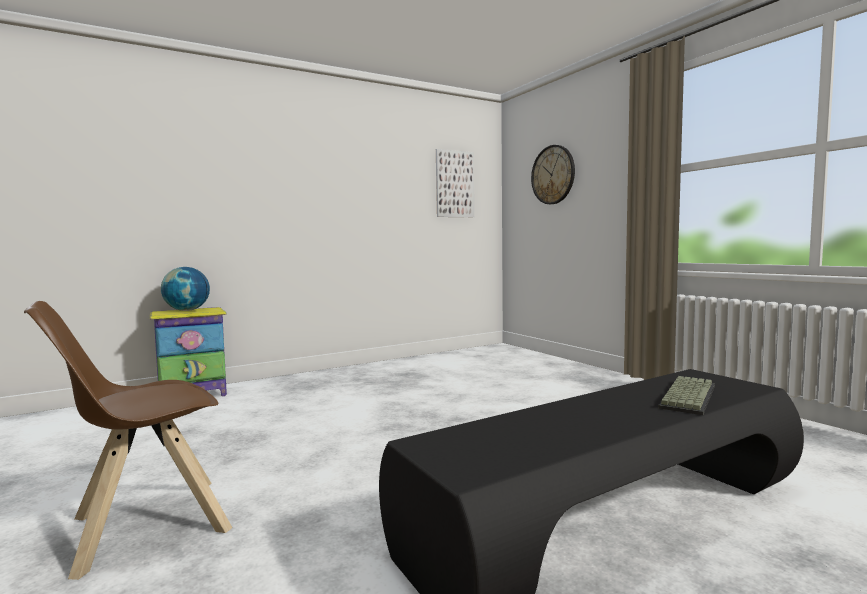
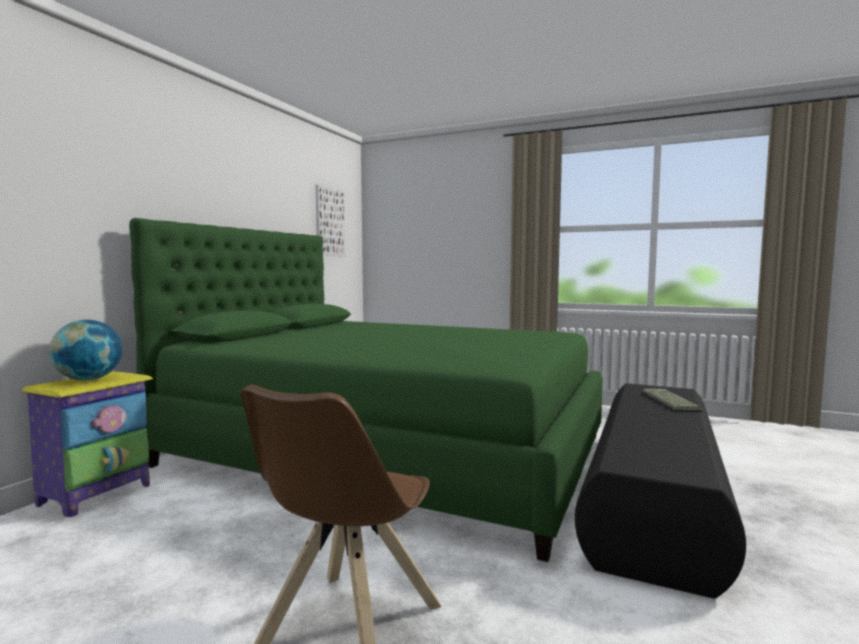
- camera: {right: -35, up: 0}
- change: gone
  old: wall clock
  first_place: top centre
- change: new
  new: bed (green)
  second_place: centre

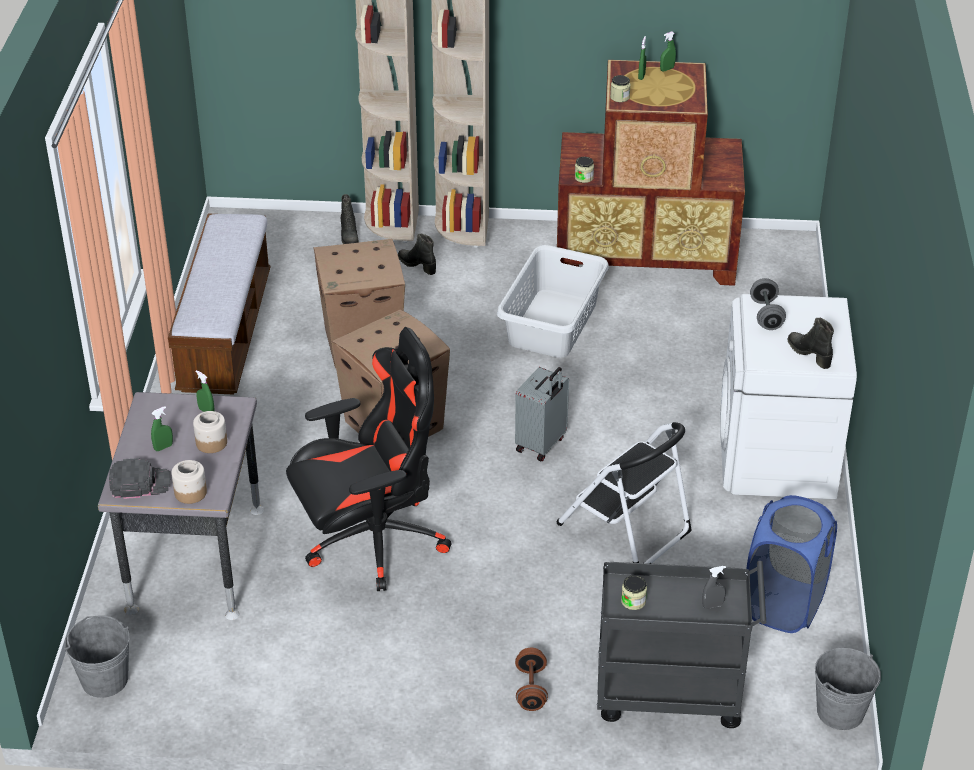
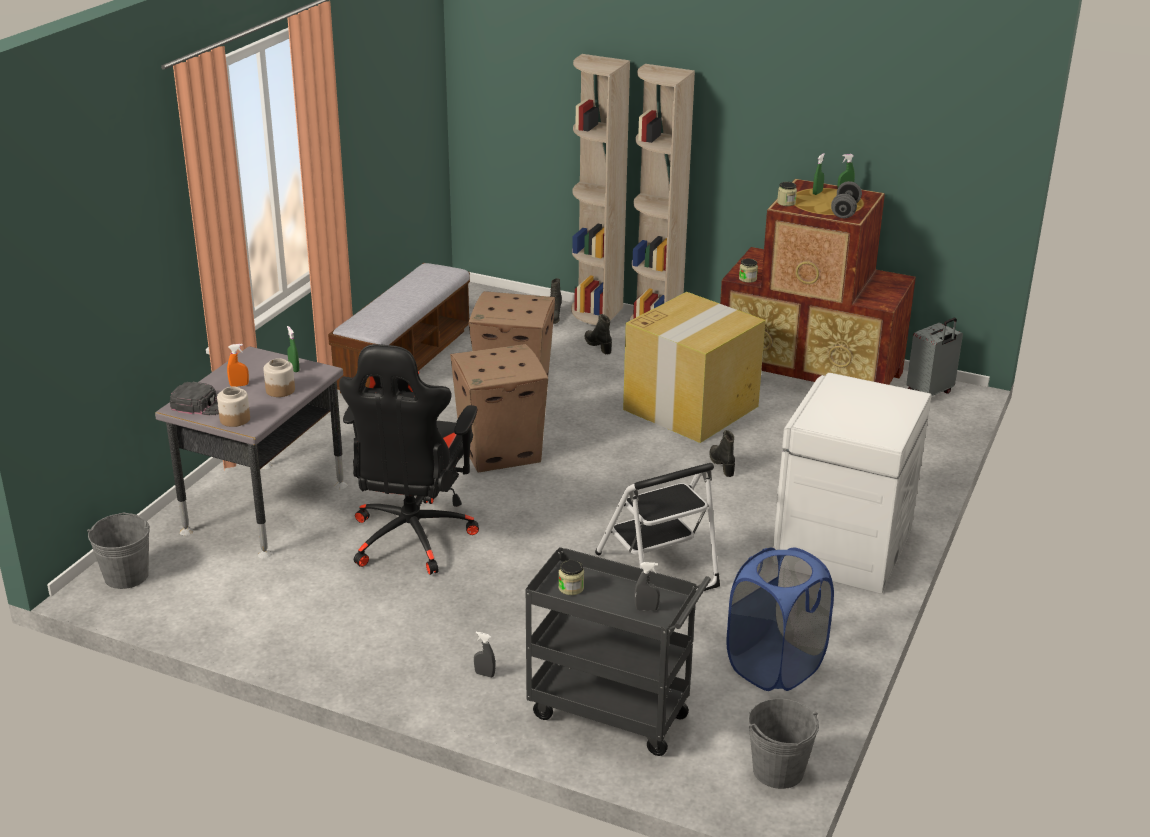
- camera: {right: 20, up: -10}
- change: swapped
  old: laundry basket (grey)
  new: cardboard box (no. 3 from left)
  first_place: centre
  second_place: centre
- change: shifted
  old: dumbbell (grey)
  first_place: middle right
  second_place: top right
- change: shifted
  old: boot (black) (no. 3 from left)
  first_place: middle right
  second_place: centre
- change: rotated
  old: office chair (black)
  first_place: centre
  second_place: centre
  degrees: 105
- change: shifted
  old: suitcase (grey)
  first_place: centre
  second_place: middle right
- change: repainted
  old: spray bottle (green) (no. 1 from left)
  new: spray bottle (orange)
  first_place: middle left
  second_place: middle left
- change: swapped
  old: dumbbell (brown)
  new: spray bottle (grey) (no. 1 from left)
  first_place: bottom centre
  second_place: bottom centre

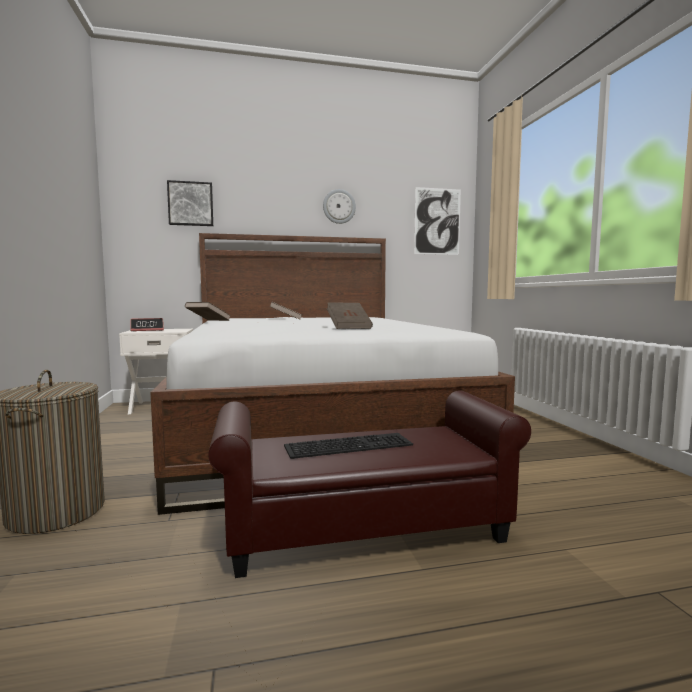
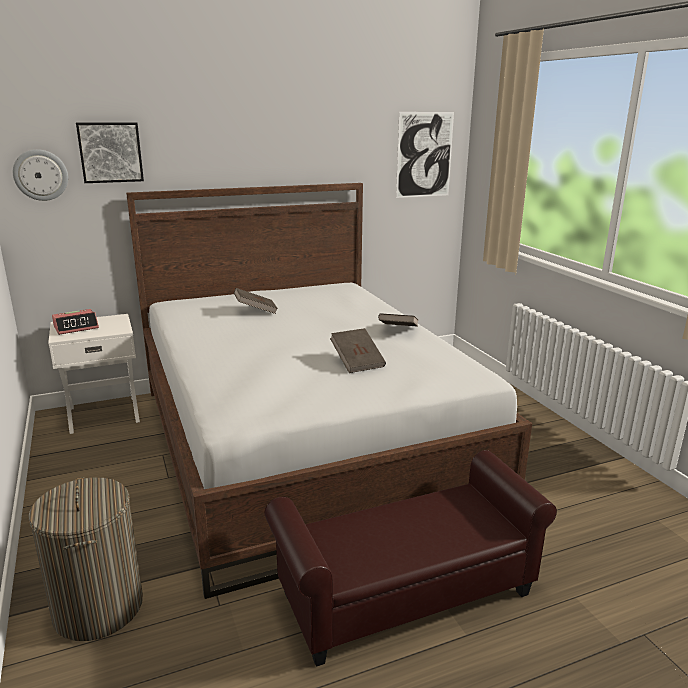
- camera: {right: -10, up: 15}
- change: shifted
  old: wall clock
  first_place: top centre
  second_place: top left
- change: shifted
  old: book (brown) (no. 1 from left in the first image)
  new: book (brown) (no. 3 from left)
  first_place: middle left
  second_place: centre
- change: gone
  old: keyboard
  first_place: centre

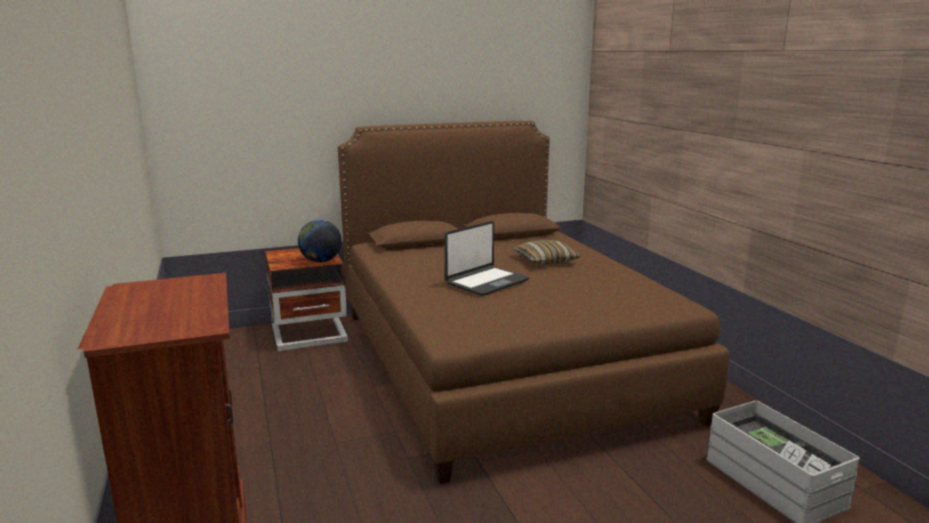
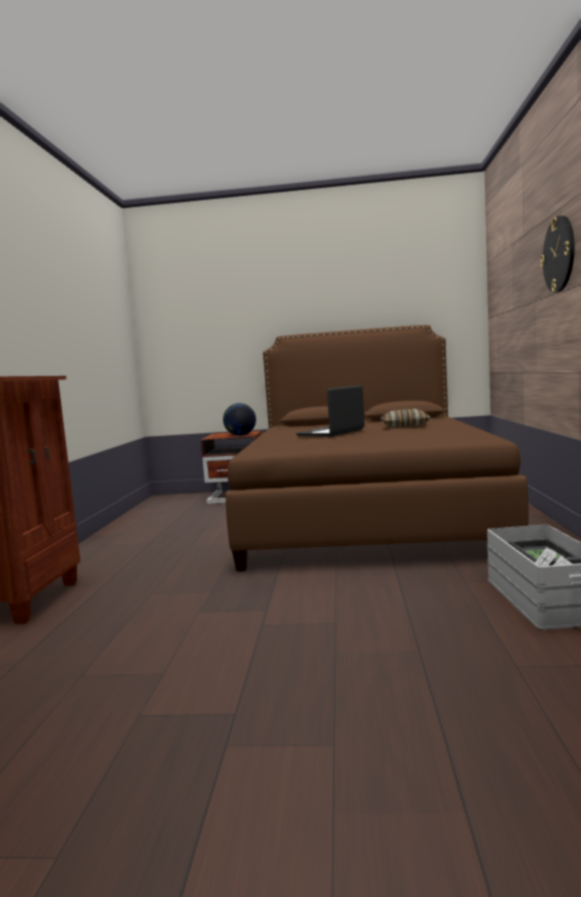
- camera: {right: 25, up: -10}
- change: rotated
  old: laptop
  first_place: centre
  second_place: centre
  degrees: 150
- change: new
  new: wall clock
  second_place: top right

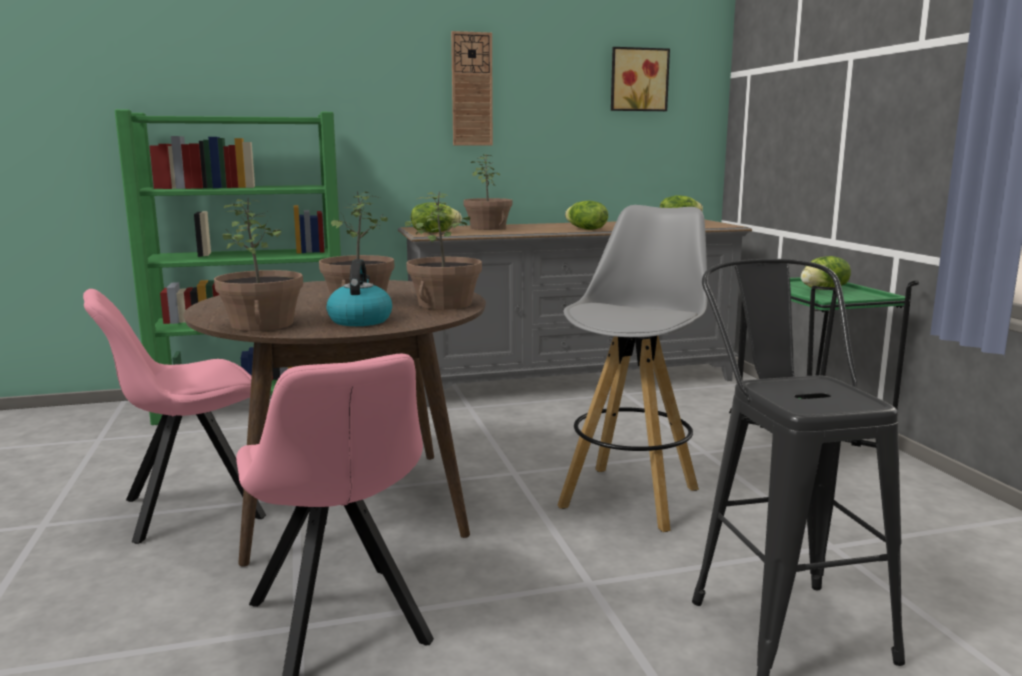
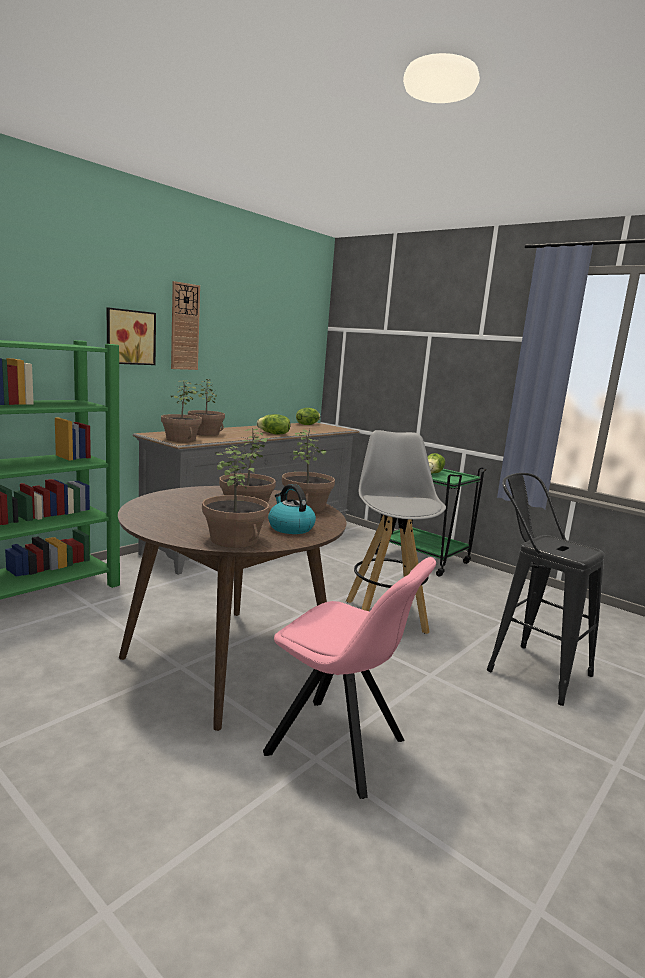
- camera: {right: -35, up: 0}
- change: shifted
  old: picture
  first_place: top centre
  second_place: middle left
- change: swapped
  old: lettuce (no. 1 from left)
  new: potted plant (no. 1 from left)
  first_place: top centre
  second_place: middle left
- change: gone
  old: chair (pink) (no. 1 from left)
  first_place: middle left

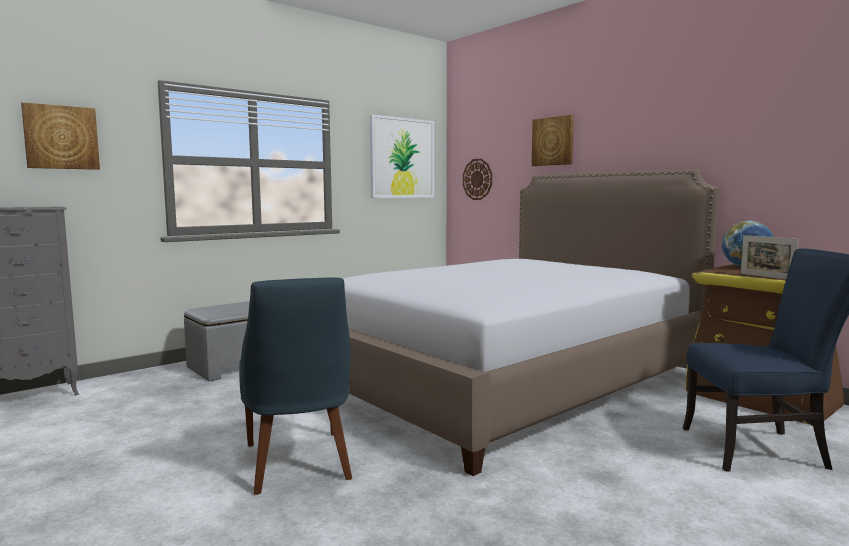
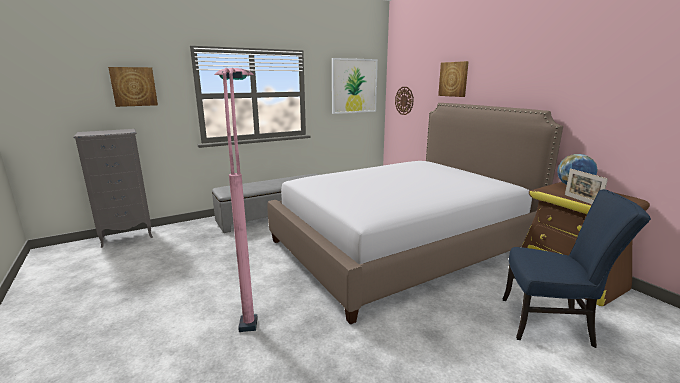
- camera: {right: 10, up: 10}
- change: swapped
  old: chair (blue) (no. 1 from left)
  new: floor lamp (pink)
  first_place: bottom centre
  second_place: centre

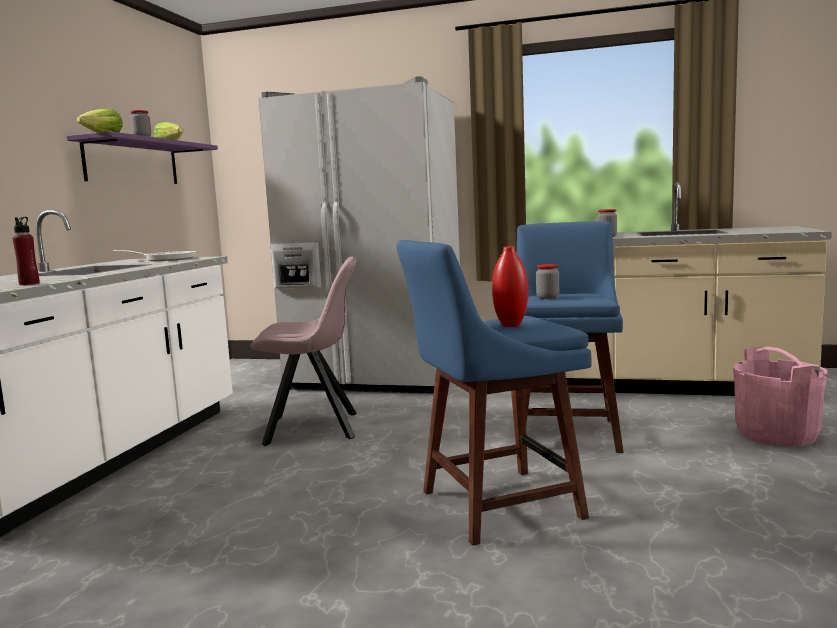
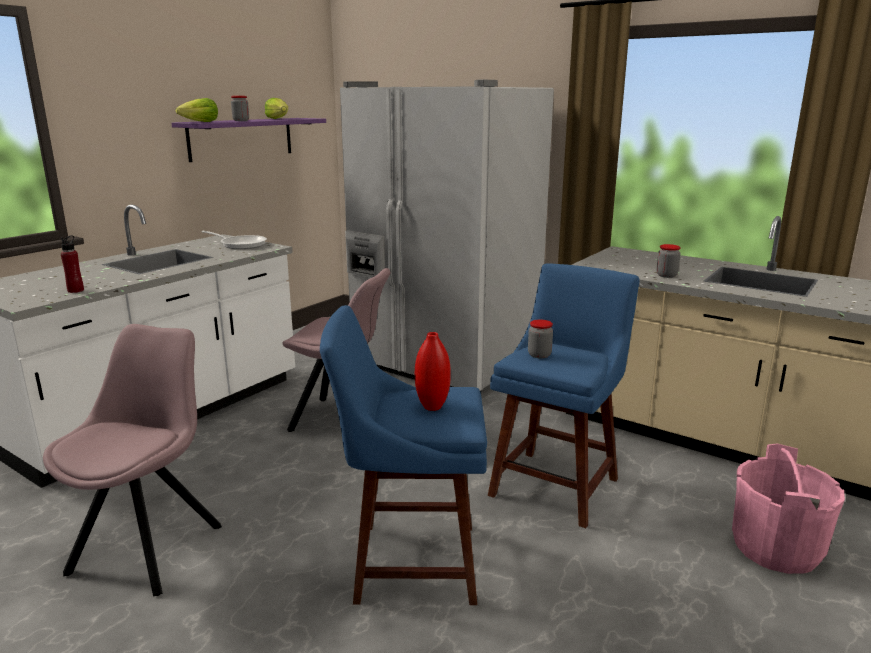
- camera: {right: 20, up: 10}
- change: new
  new: chair (pink) (no. 1 from left)
  second_place: bottom left

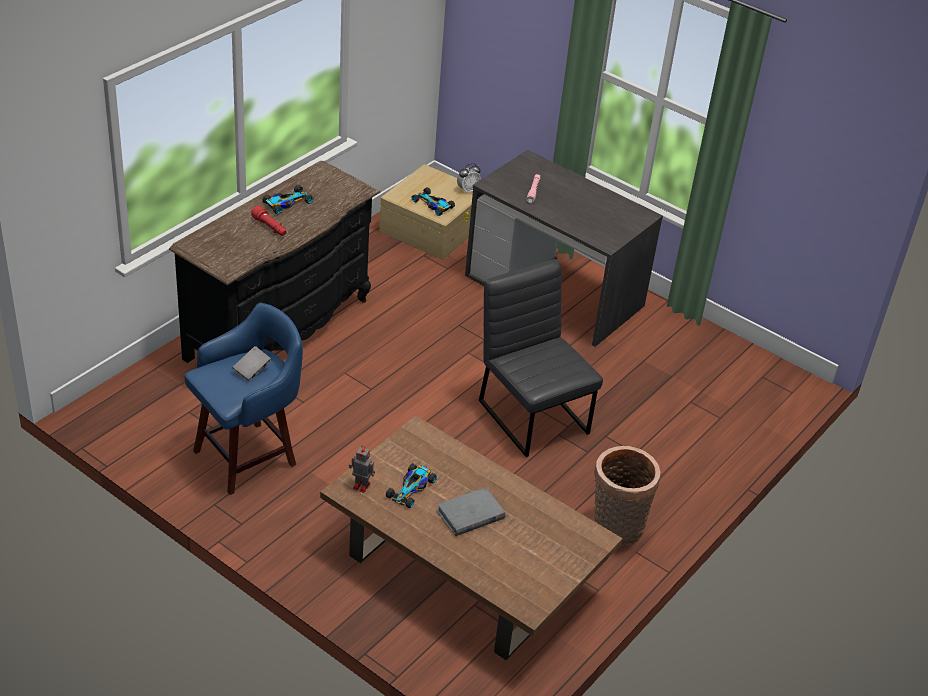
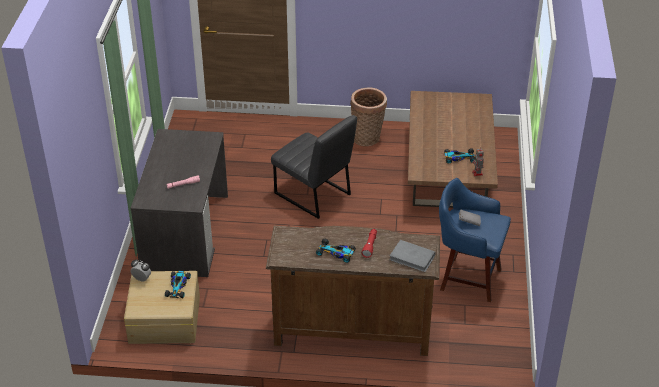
- camera: {right: -120, up: 0}
- change: rotated
  old: chair (grey)
  first_place: centre
  second_place: centre
  degrees: -75
- change: shifted
  old: book (grey) (no. 2 from left in the first image)
  new: book (grey) (no. 1 from left)
  first_place: bottom centre
  second_place: centre

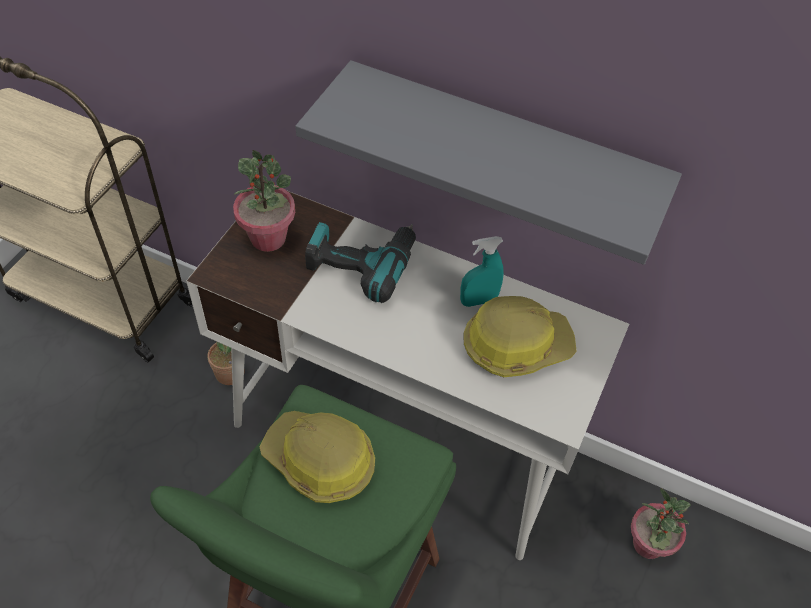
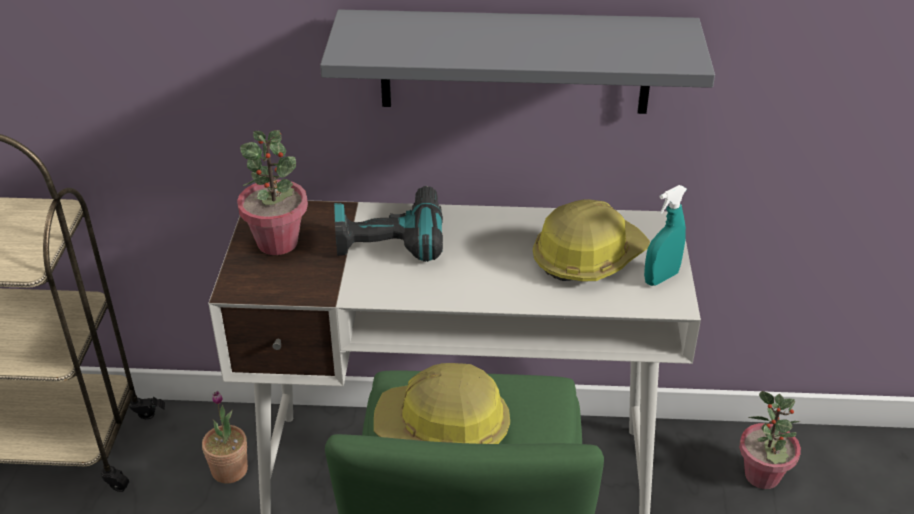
- camera: {right: -20, up: -15}
- change: shifted
  old: spray bottle (turquoise)
  first_place: centre
  second_place: middle right

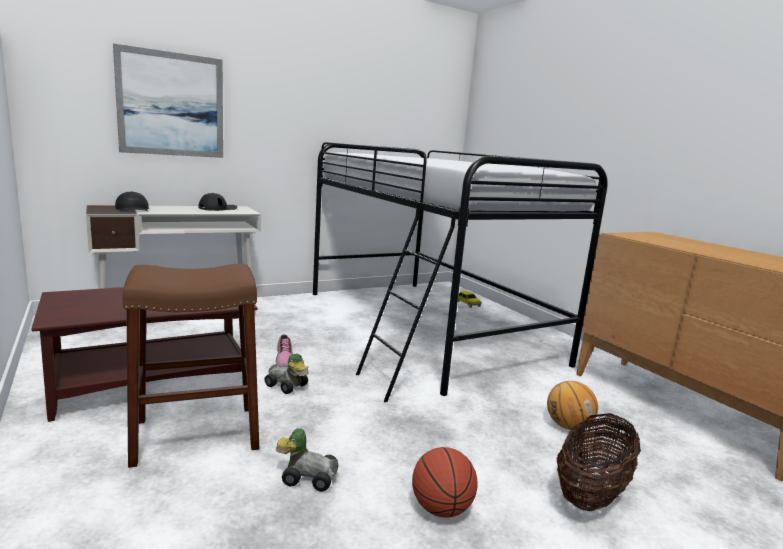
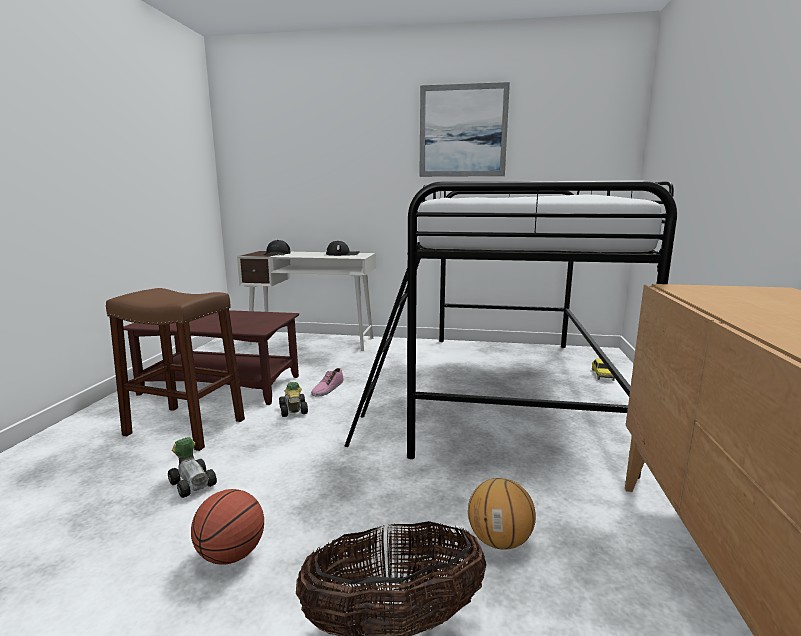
- camera: {right: 40, up: 0}
- change: shifted
  old: picture
  first_place: top left
  second_place: top centre

